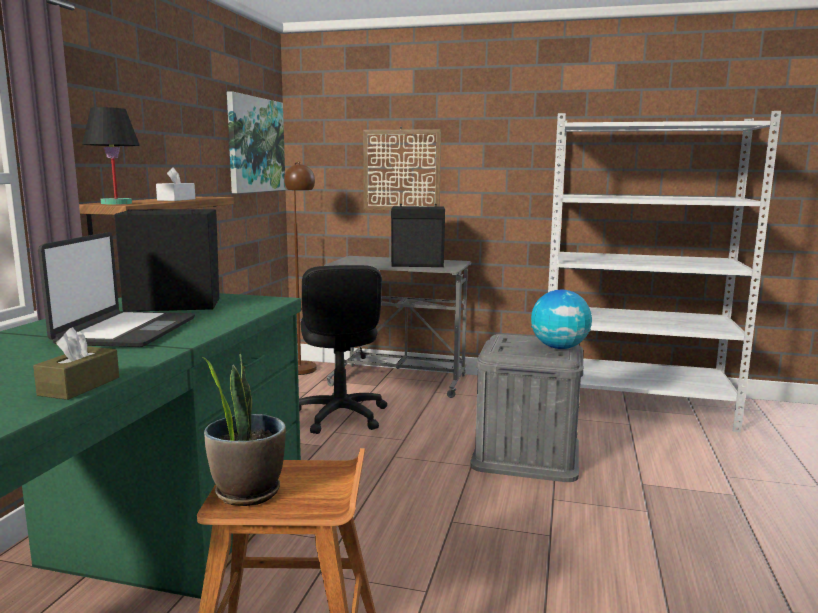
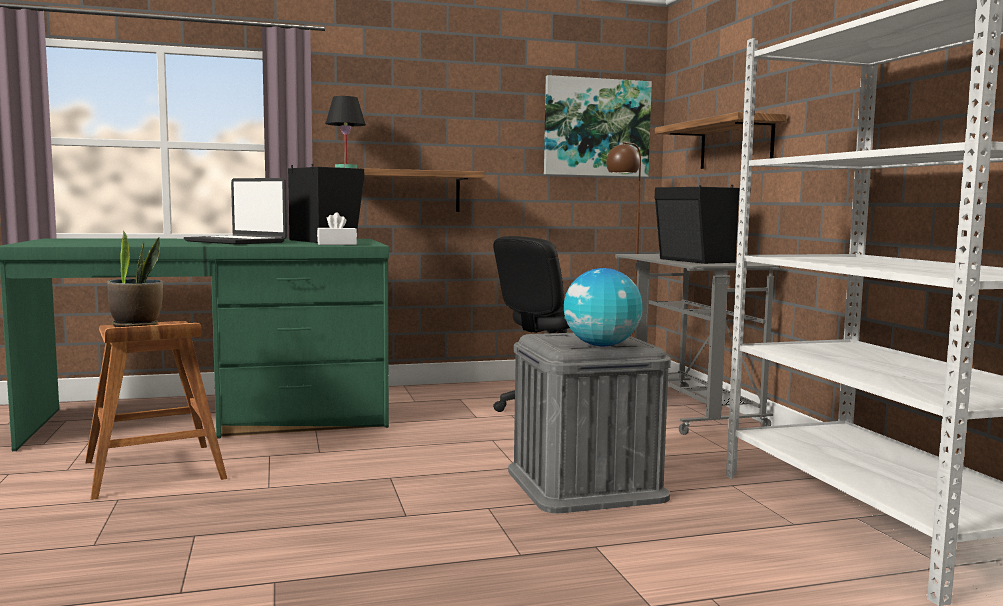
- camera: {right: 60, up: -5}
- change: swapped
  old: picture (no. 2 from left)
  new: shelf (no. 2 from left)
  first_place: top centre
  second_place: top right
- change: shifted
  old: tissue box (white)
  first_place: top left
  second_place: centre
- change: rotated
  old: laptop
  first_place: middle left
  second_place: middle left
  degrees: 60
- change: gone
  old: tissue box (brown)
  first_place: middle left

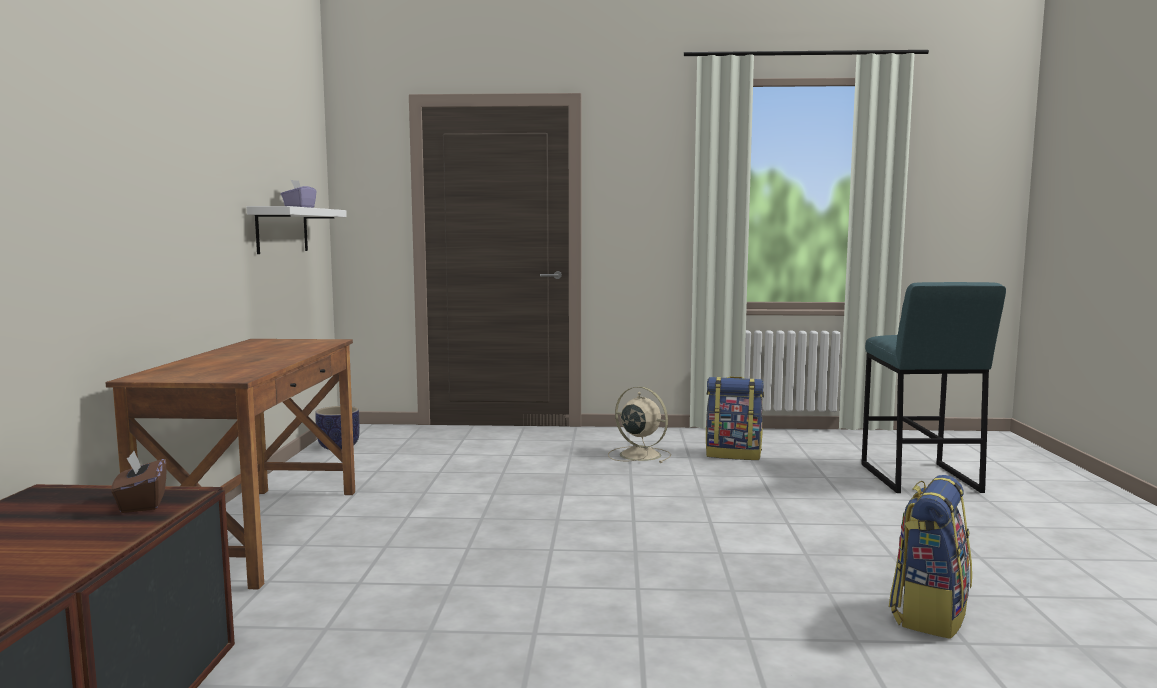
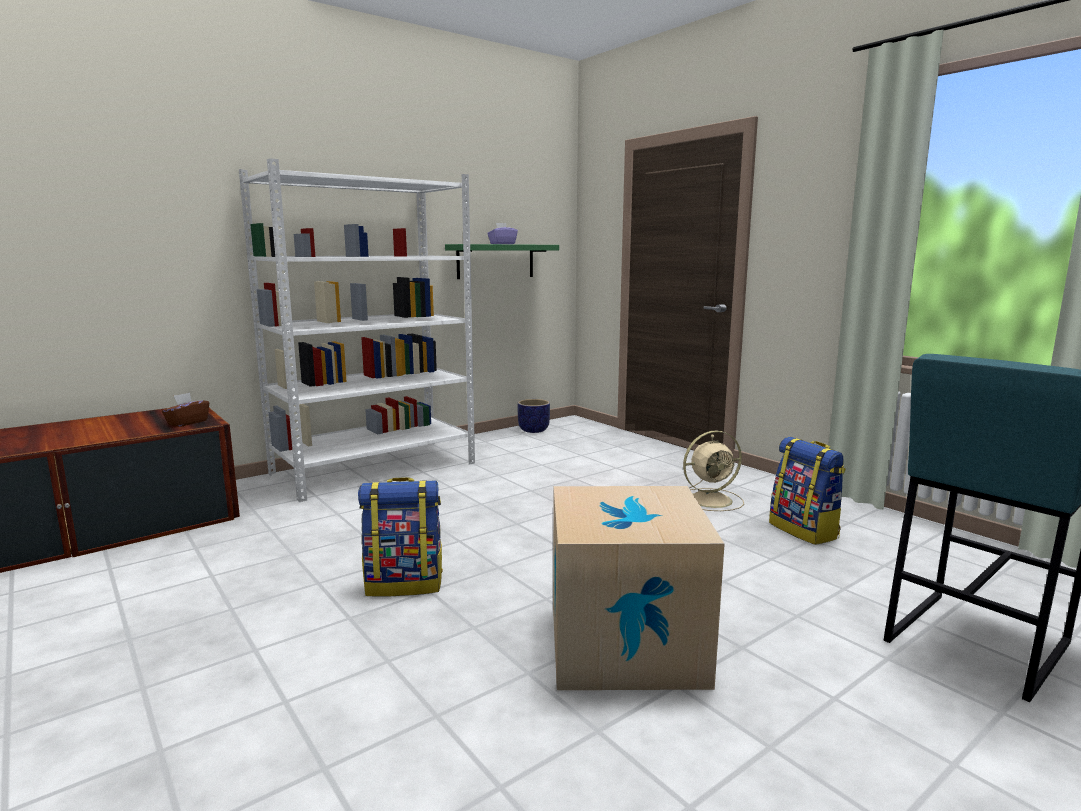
- camera: {right: 50, up: 5}
- change: repainted
  old: shelf (white)
  new: shelf (green)
  first_place: middle left
  second_place: top centre
- change: swapped
  old: desk (brown)
  new: bookcase (white)
  first_place: bottom left
  second_place: middle left
- change: rotated
  old: fan (beige)
  first_place: centre
  second_place: centre
  degrees: 75
- change: shifted
  old: backpack (no. 2 from left in the first image)
  new: backpack (no. 1 from left)
  first_place: bottom right
  second_place: centre
- change: new
  new: cardboard box
  second_place: bottom centre

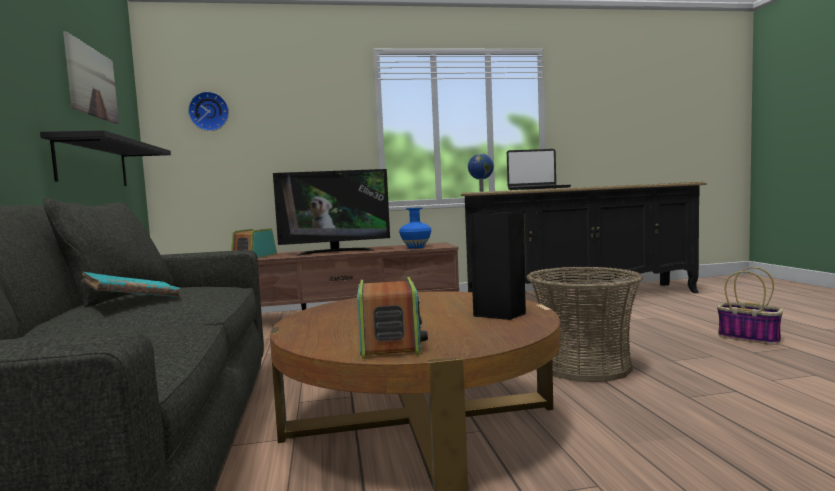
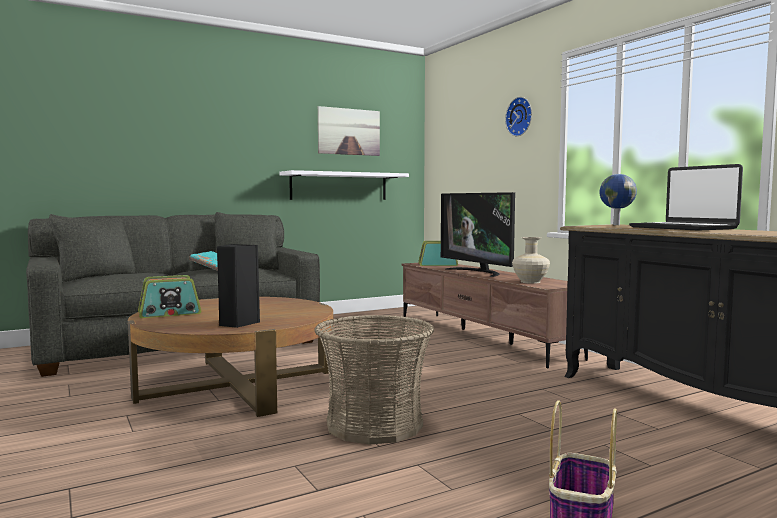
- camera: {right: 70, up: 0}
- change: shifted
  old: wall clock
  first_place: top left
  second_place: top right
- change: repainted
  old: shelf (black)
  new: shelf (white)
  first_place: top left
  second_place: centre
- change: repainted
  old: vase (blue)
  new: vase (beige)
  first_place: centre
  second_place: middle right

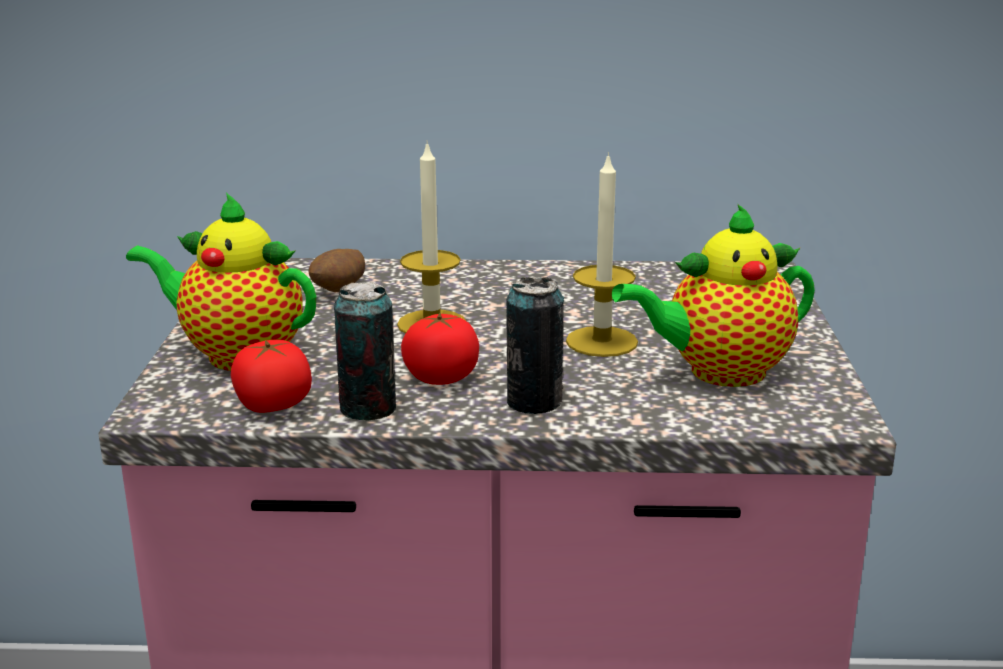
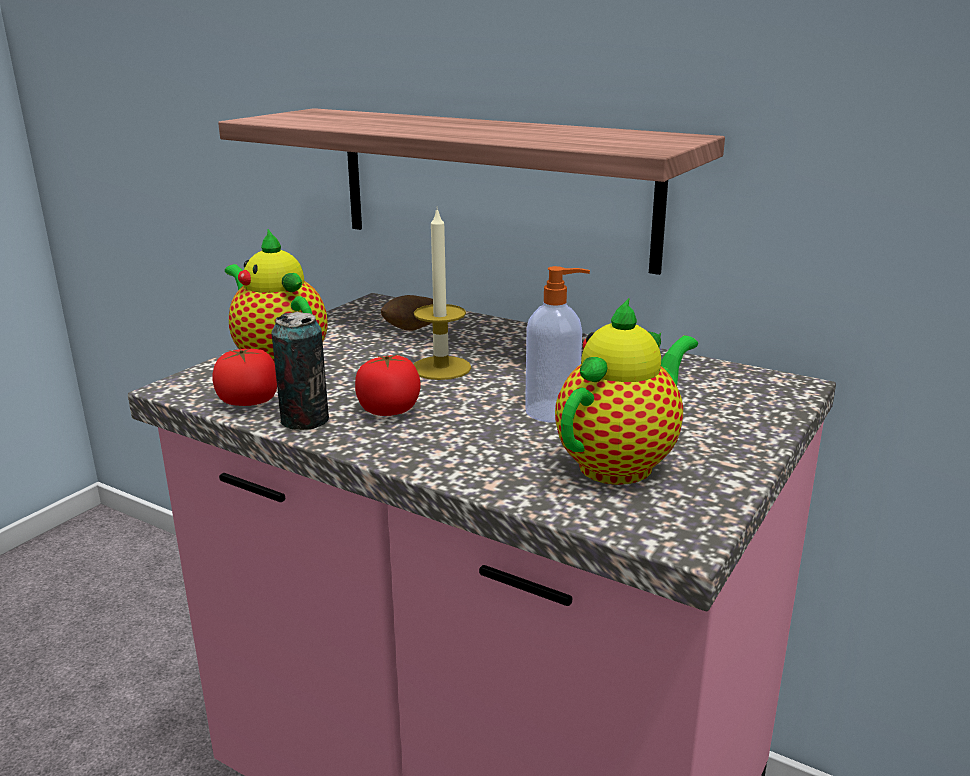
- camera: {right: 30, up: 0}
- change: swapped
  old: candle (no. 2 from left)
  new: soap dispenser
  first_place: centre
  second_place: centre
- change: rotated
  old: teapot (no. 2 from left)
  first_place: middle right
  second_place: centre
  degrees: 120
- change: gone
  old: can (no. 2 from left)
  first_place: centre
- change: new
  new: shelf
  second_place: top centre

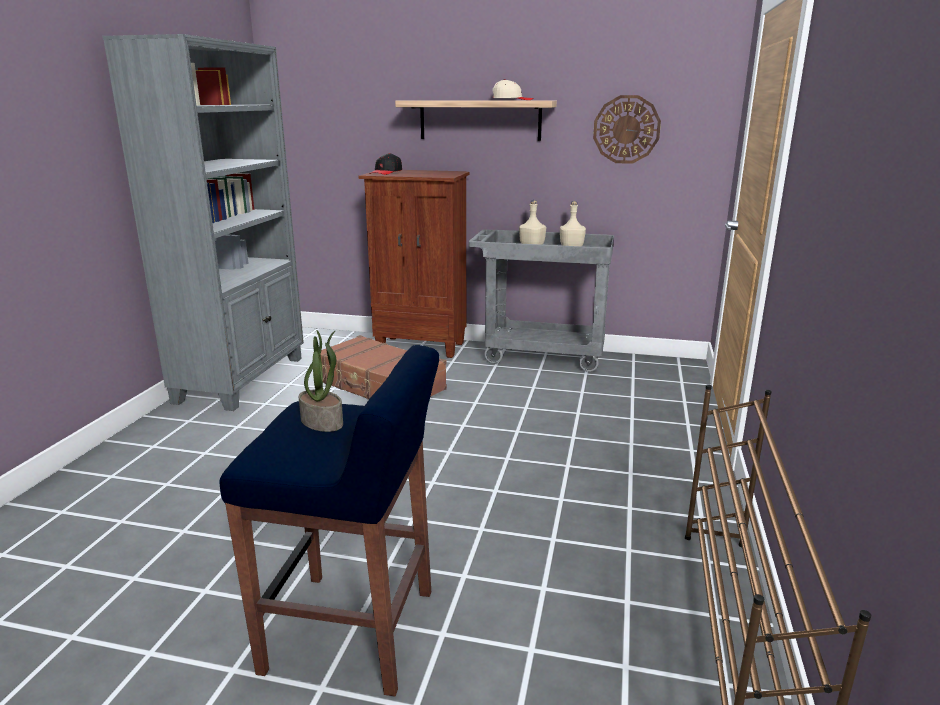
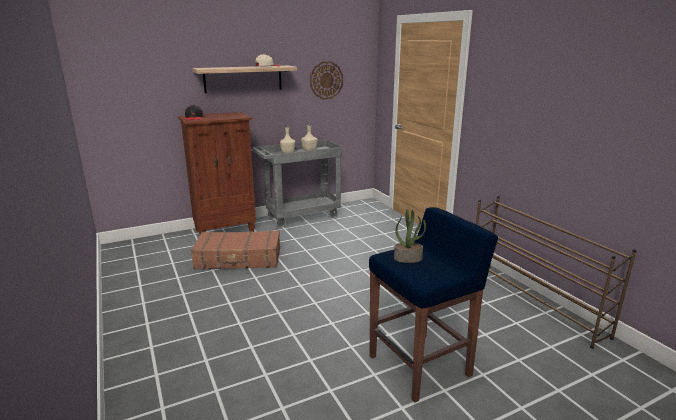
- camera: {right: -40, up: 0}
- change: gone
  old: bookcase (grey)
  first_place: top left

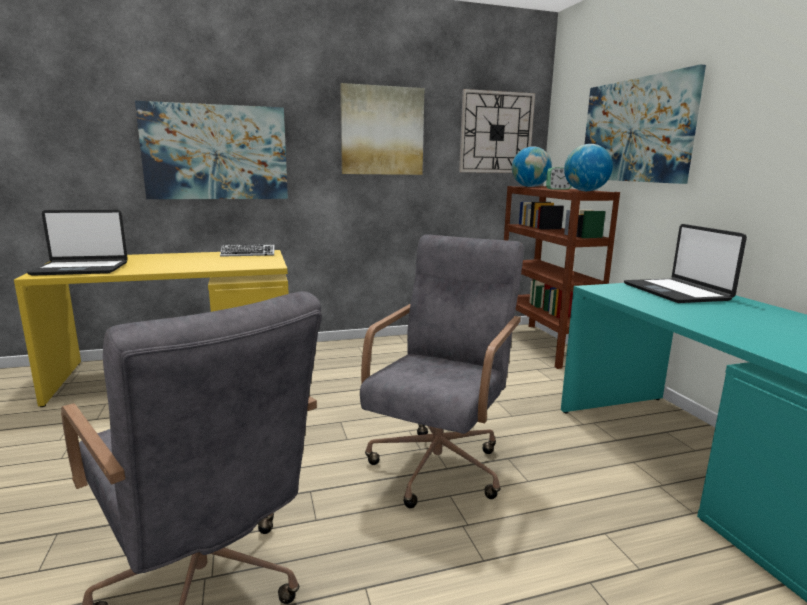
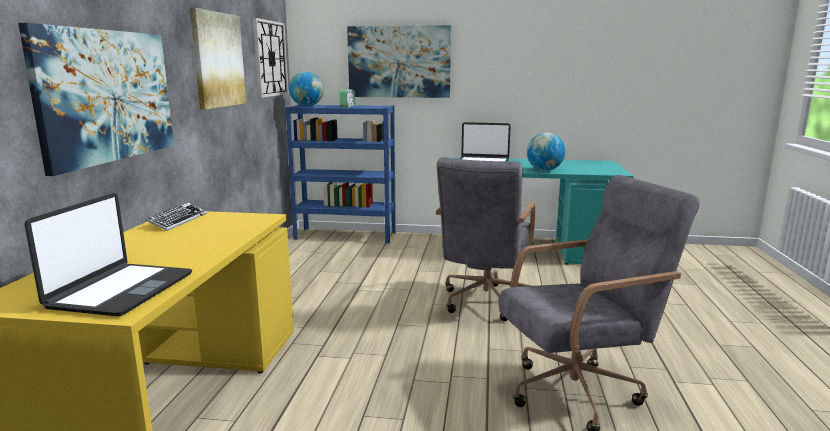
- camera: {right: -65, up: 0}
- change: shifted
  old: globe (no. 2 from left)
  first_place: top right
  second_place: centre
- change: repainted
  old: bookcase (brown)
  new: bookcase (blue)
  first_place: middle right
  second_place: centre
- change: rotated
  old: office chair (grey) (no. 2 from left in the first image)
  first_place: centre
  second_place: centre
  degrees: -120

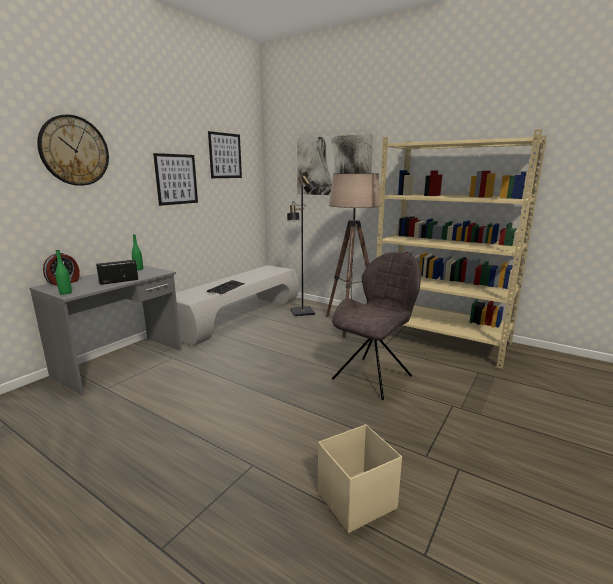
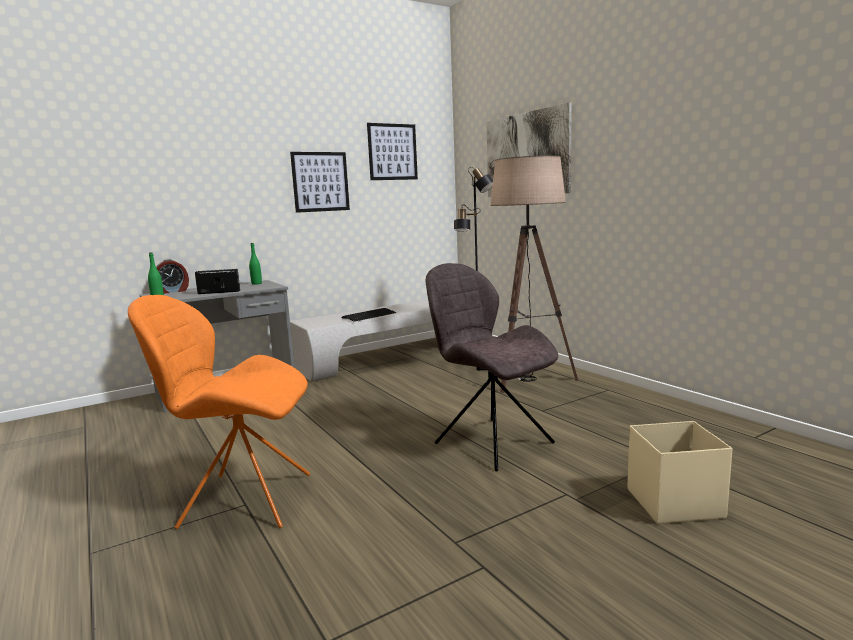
- camera: {right: 25, up: -5}
- change: gone
  old: wall clock
  first_place: top left
- change: gone
  old: bookcase (beige)
  first_place: middle right
- change: rotated
  old: chair (grey)
  first_place: centre
  second_place: centre
  degrees: -105
- change: shifted
  old: storage box (beige)
  first_place: bottom centre
  second_place: bottom right
- change: new
  new: chair (orange)
  second_place: middle left

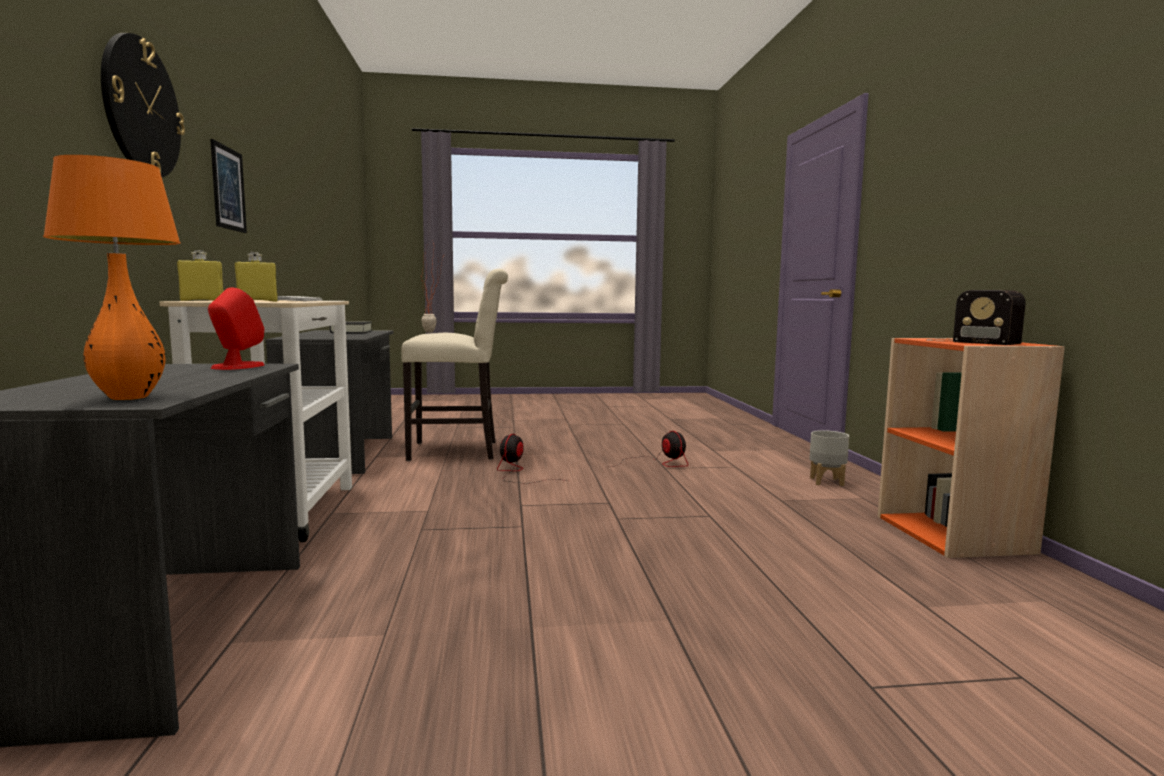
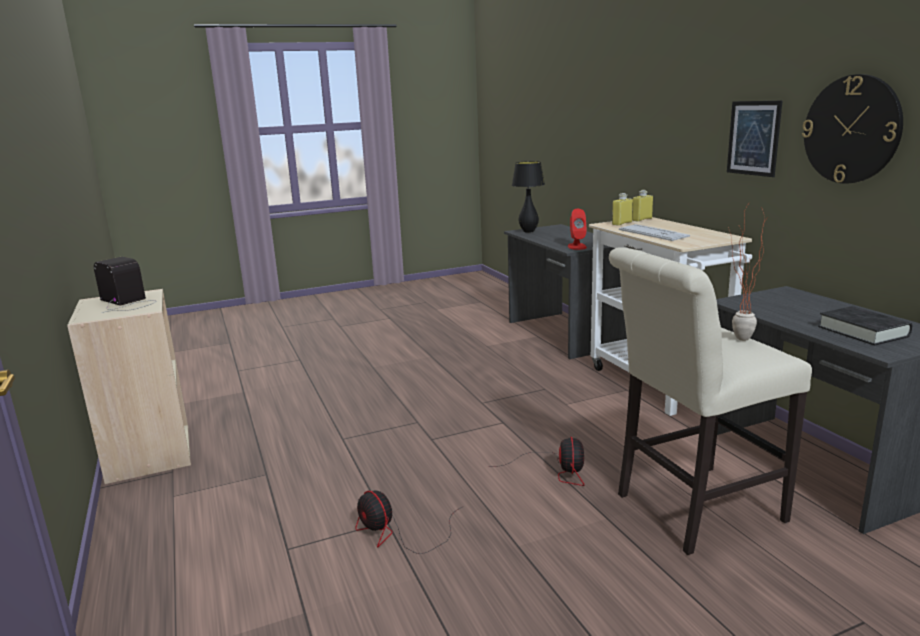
- camera: {right: 165, up: 10}
- change: shifted
  old: wall clock
  first_place: top left
  second_place: top right
- change: repainted
  old: table lamp (orange)
  new: table lamp (black)
  first_place: middle left
  second_place: top centre
- change: repainted
  old: bookcase (orange)
  new: bookcase (beige)
  first_place: middle right
  second_place: middle left
- change: gone
  old: planter (grey)
  first_place: middle right

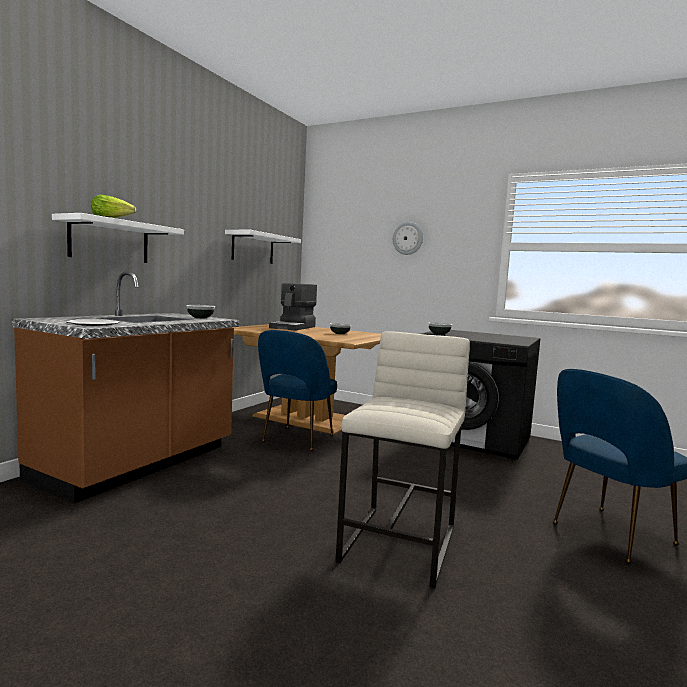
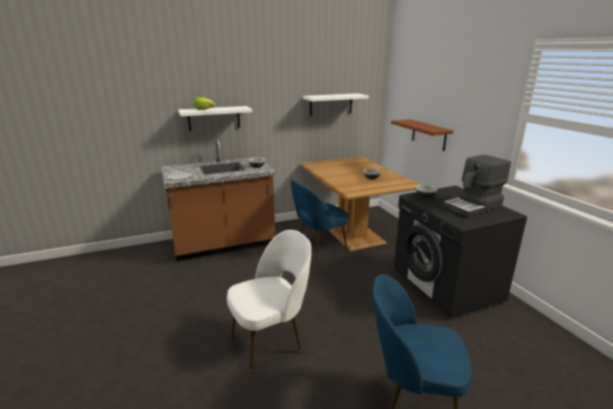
- camera: {right: 40, up: 15}
- change: gone
  old: wall clock
  first_place: centre
- change: shifted
  old: coffee machine
  first_place: centre
  second_place: middle right
- change: swapped
  old: stool (beige)
  new: chair (white)
  first_place: bottom centre
  second_place: bottom centre
- change: new
  new: shelf (brown)
  second_place: top right

